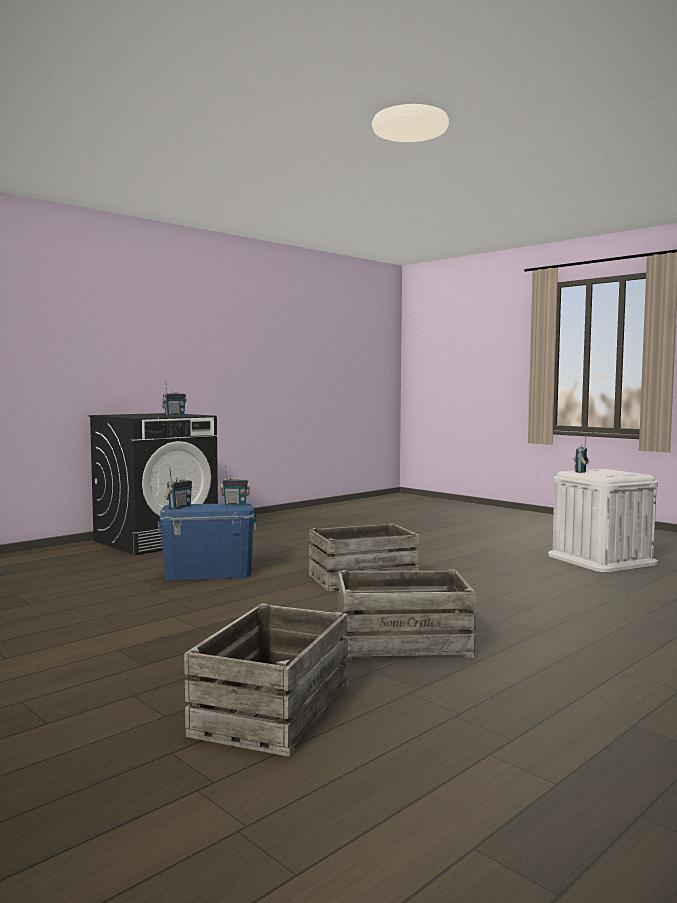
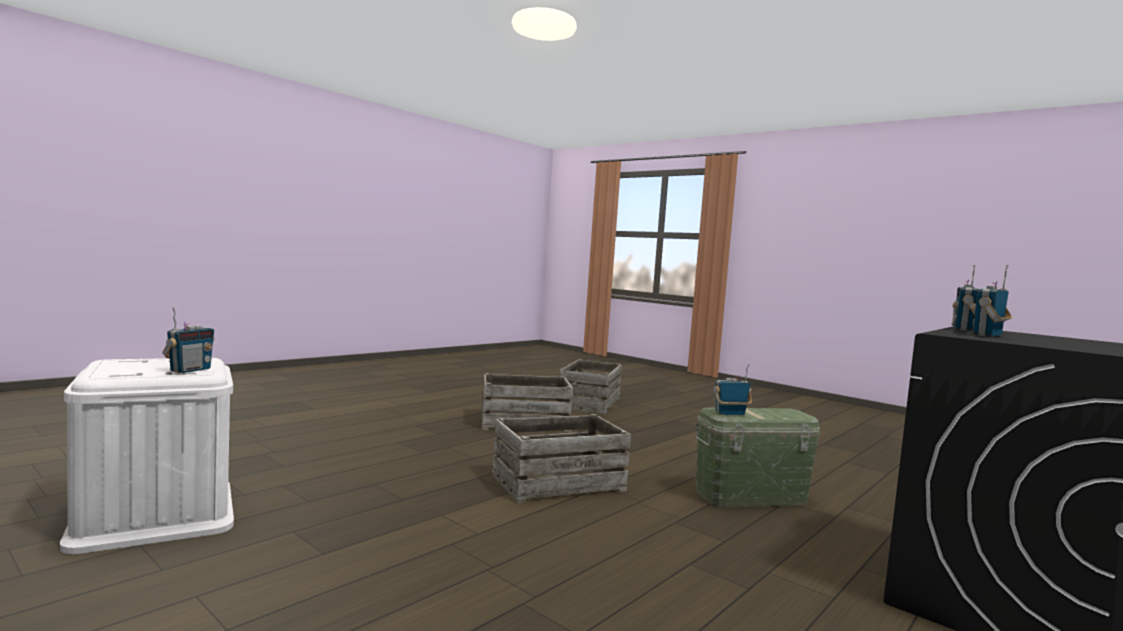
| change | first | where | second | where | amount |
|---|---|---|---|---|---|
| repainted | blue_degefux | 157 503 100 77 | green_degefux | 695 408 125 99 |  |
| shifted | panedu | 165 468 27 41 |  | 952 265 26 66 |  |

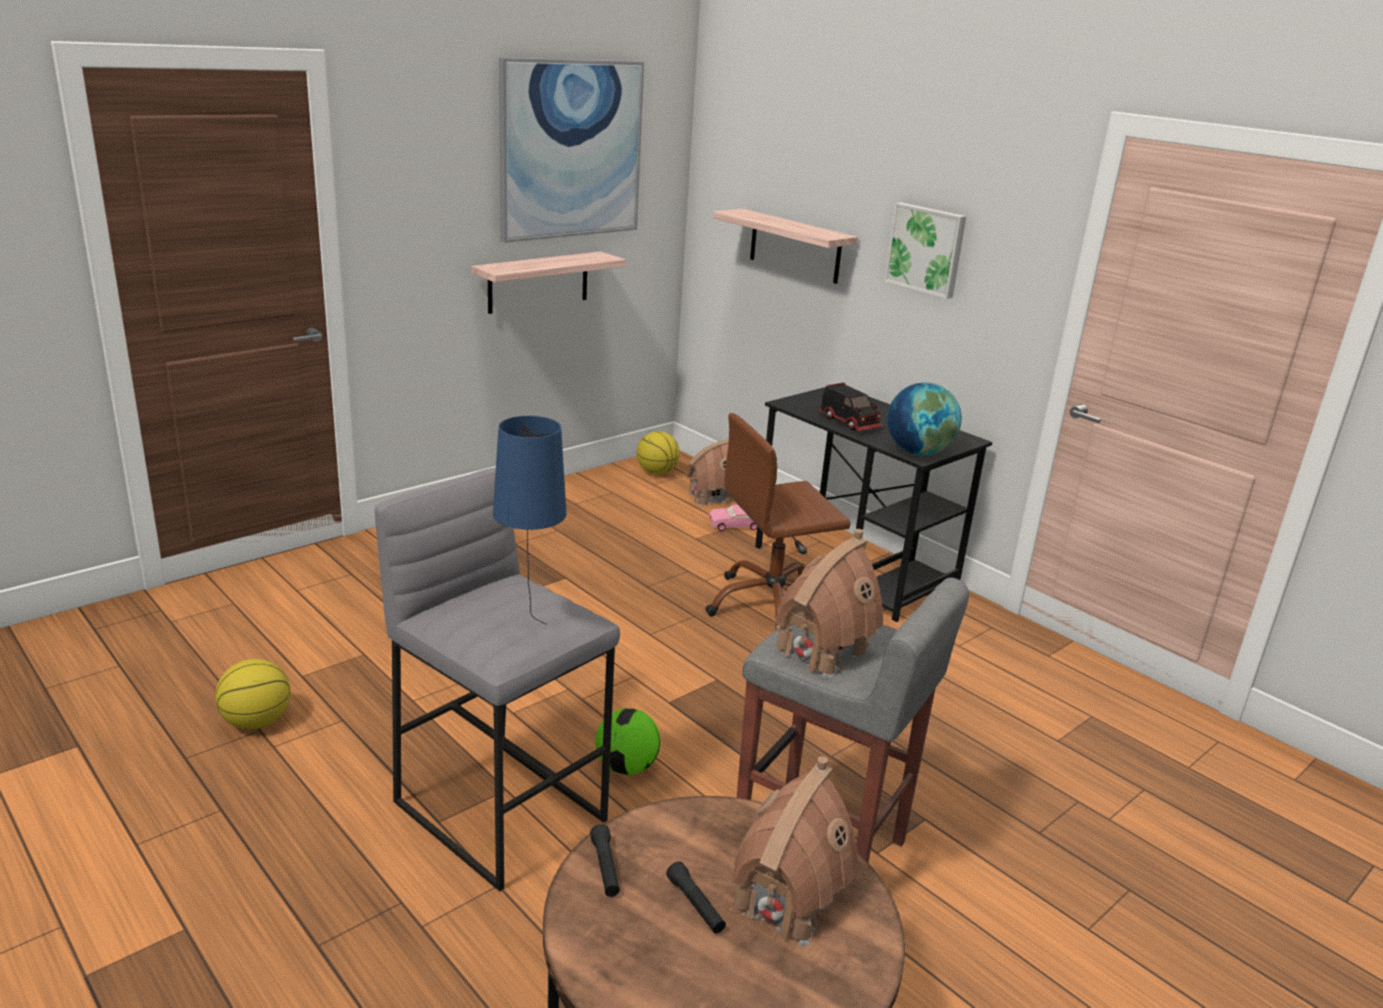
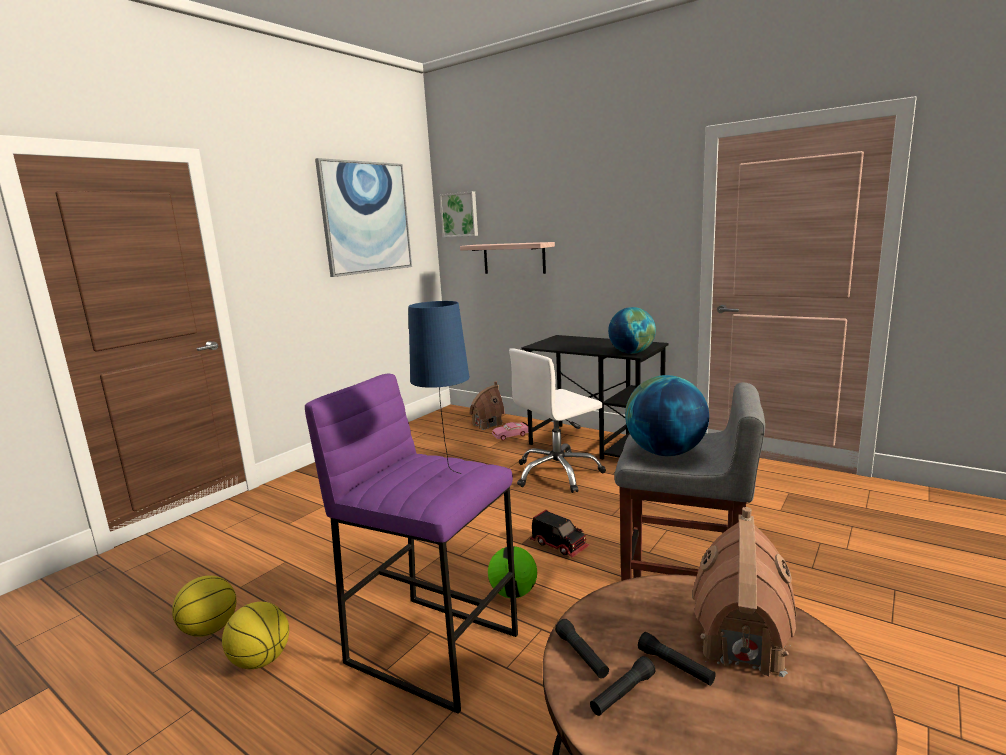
| change | first | where | second | where | amount |
|---|---|---|---|---|---|
| repainted | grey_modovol | 375 467 245 424 | purple_modovol | 305 374 213 340 |  |
| gone | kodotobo | 471 251 155 63 |  |  |  |
| shifted | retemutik | 637 431 43 44 |  | 222 602 67 67 |  |
| repainted | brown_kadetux | 705 413 146 218 | white_kadetux | 509 348 97 145 |  |
| swapped | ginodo | 772 529 111 149 | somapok | 625 375 84 81 |  |
| shifted | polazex | 818 382 65 49 |  | 530 510 59 48 |  |
| shifted | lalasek | 884 202 82 97 |  | 440 191 38 46 |  |
| new |  |  | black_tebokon | 590 656 65 60 |  |

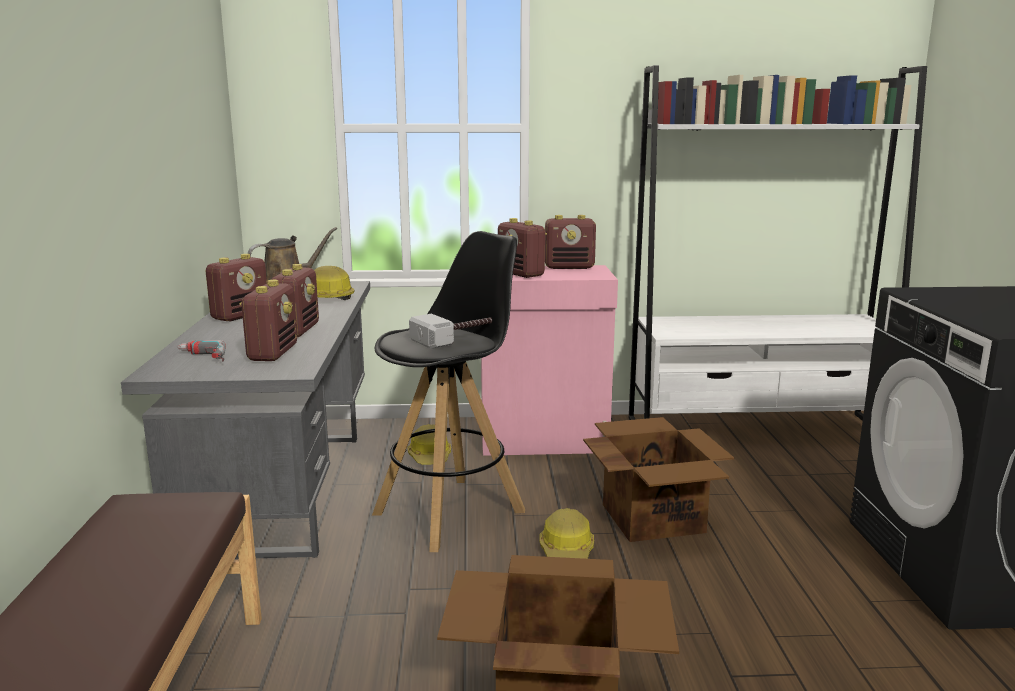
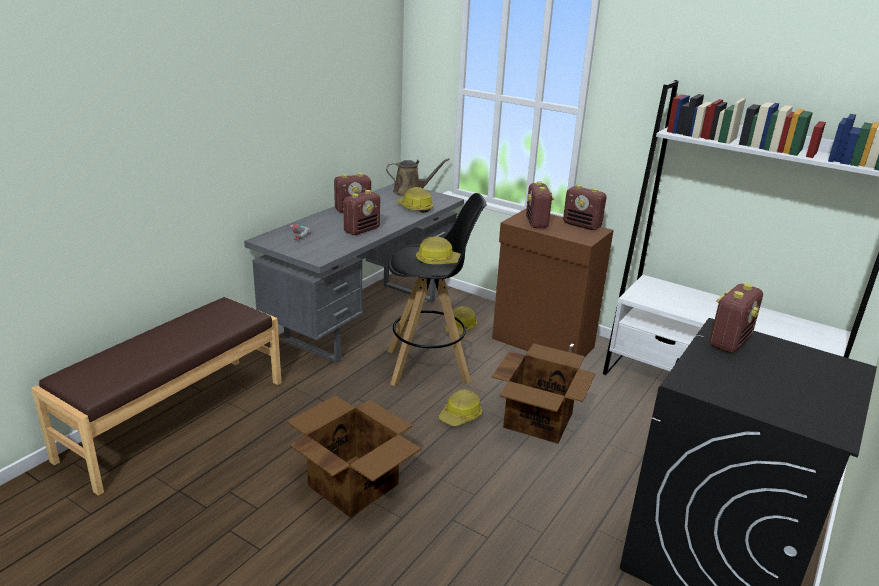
| change | first | where | second | where | amount |
|---|---|---|---|---|---|
| shifted | panedu | 239 280 58 81 |  | 710 283 53 70 |  |
| swapped | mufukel | 409 314 83 35 | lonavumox | 416 237 45 27 |  |
| repainted | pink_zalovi | 481 265 137 191 | brown_zalovi | 492 208 122 150 |  |

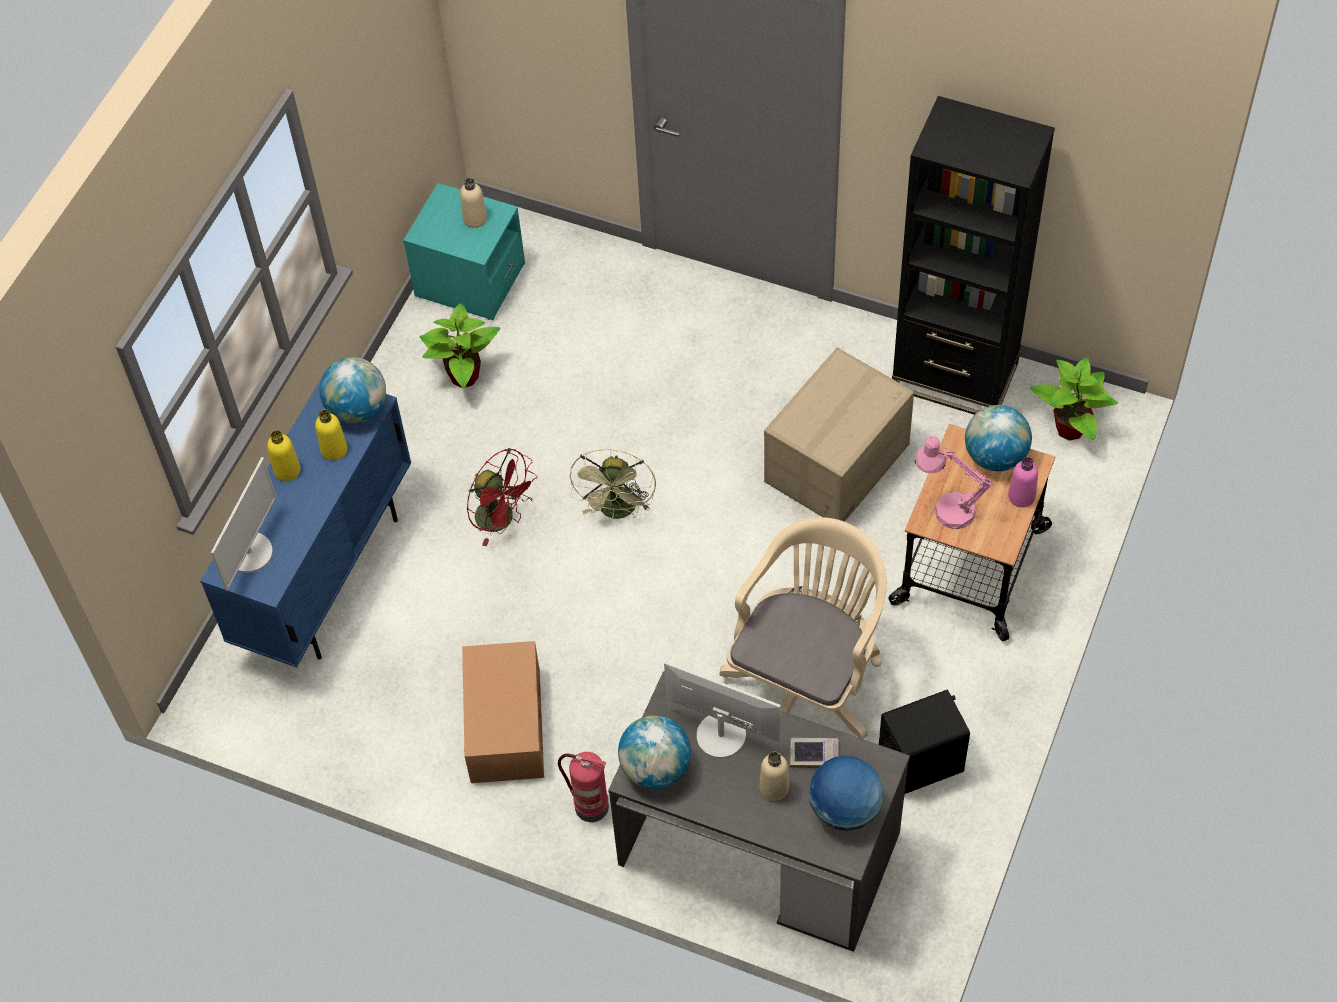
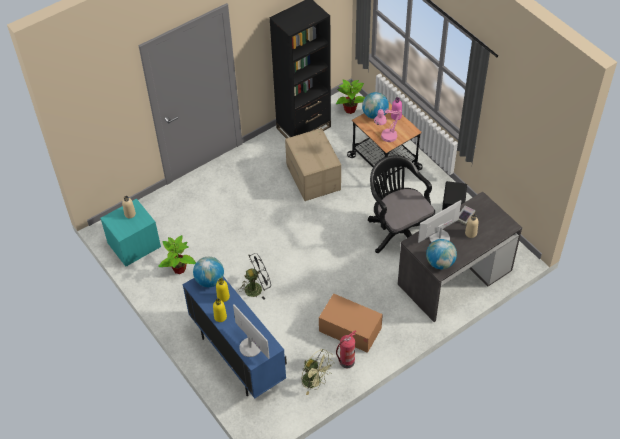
| change | first | where | second | where | amount |
|---|---|---|---|---|---|
| repainted | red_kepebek | 467 448 71 98 | black_kepebek | 239 253 32 46 |  |
| shifted | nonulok | 558 752 51 70 |  | 336 330 20 38 |  |
| shifted | green_kepebek | 570 449 86 71 |  | 301 349 33 46 |  |
| repainted | beige_kadetux | 719 517 168 222 | black_kadetux | 368 155 67 98 |  |
| gone | somapok | 809 755 75 76 |  |  |  |

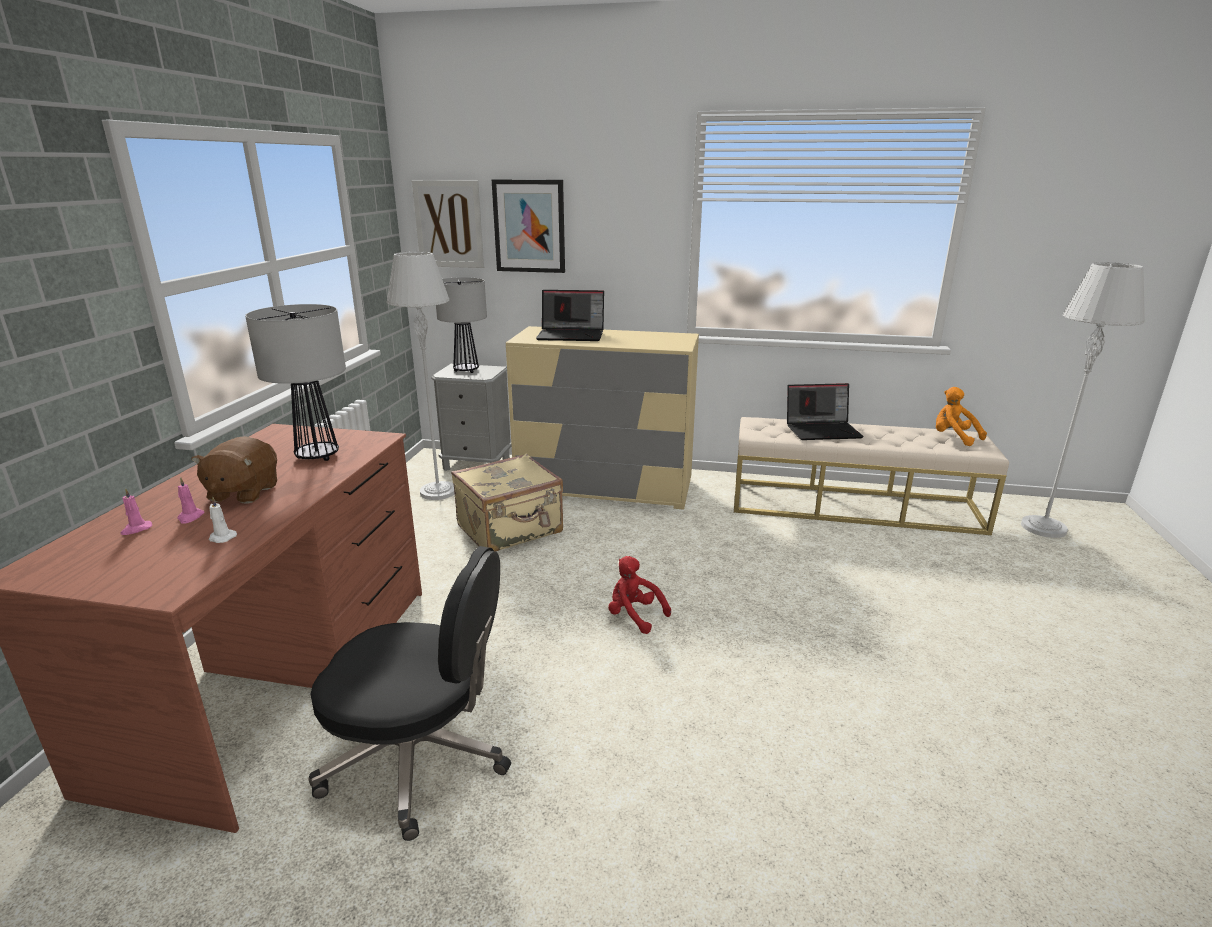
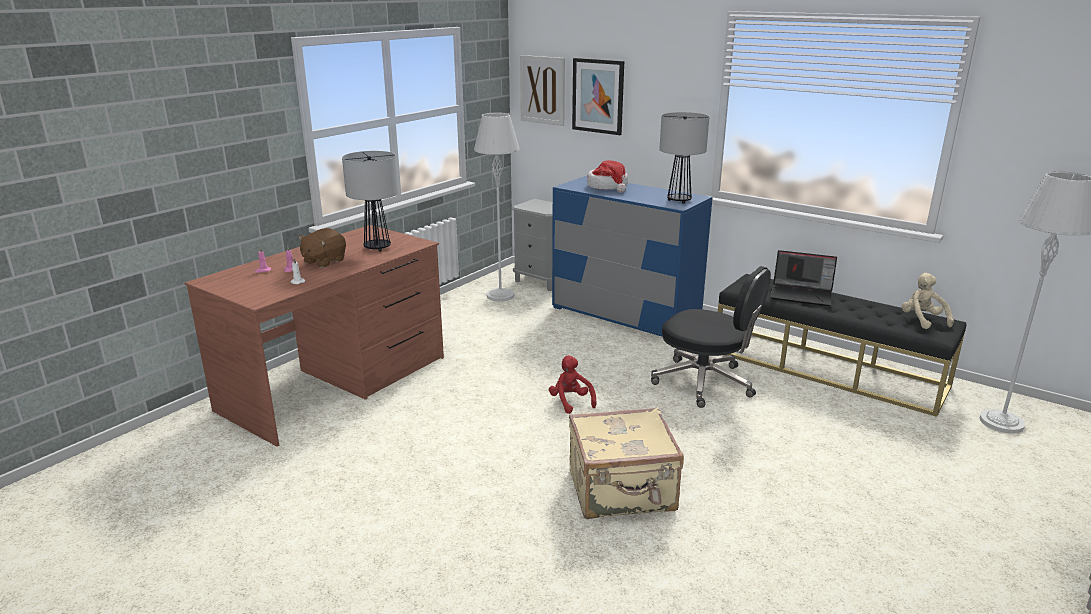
| change | first | where | second | where | amount |
|---|---|---|---|---|---|
| shifted | black_kadetux | 309 546 202 295 |  | 651 266 120 142 |  |
| shifted | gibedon | 436 277 51 96 |  | 659 112 50 92 |  |
| shifted | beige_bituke | 451 453 112 99 |  | 569 407 115 112 |  |
| repainted | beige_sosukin | 506 326 193 184 | blue_sosukin | 552 176 161 161 |  |
| swapped | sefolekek | 536 290 68 51 | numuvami | 587 160 41 33 |  |
| repainted | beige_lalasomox | 734 417 275 118 | black_lalasomox | 718 274 249 143 |  |
| repainted | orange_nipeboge | 936 387 51 59 | beige_nipeboge | 902 273 52 56 |  |

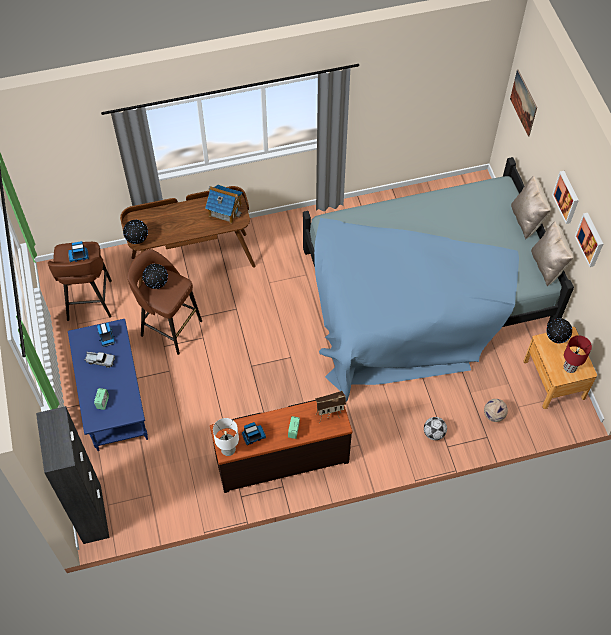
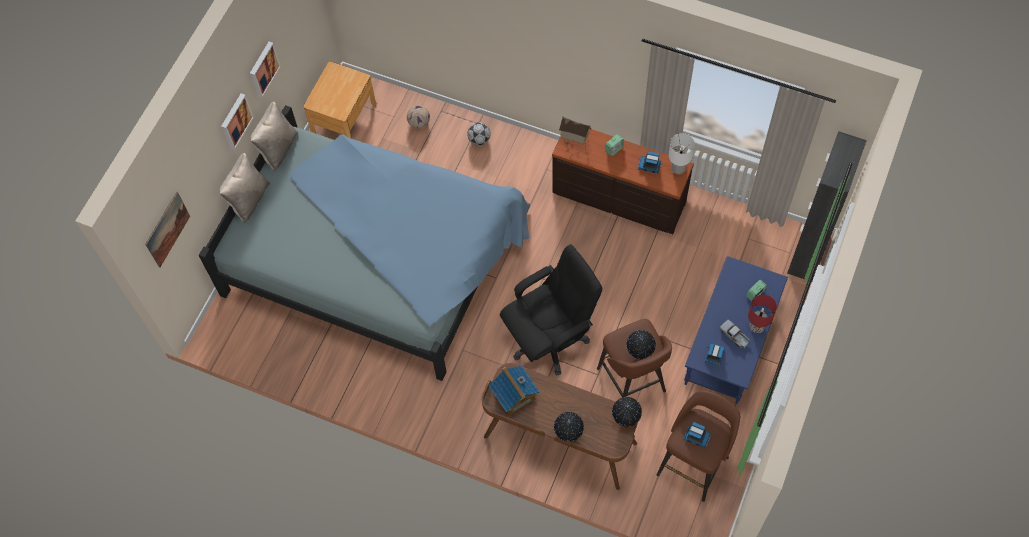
| change | first | where | second | where | amount |
|---|---|---|---|---|---|
| shifted | somapok | 546 318 26 25 |  | 554 412 30 30 |  |
| shifted | red_gibedon | 563 335 29 38 |  | 748 295 29 38 |  |
| new |  |  | black_kadetux | 500 244 102 131 |  |

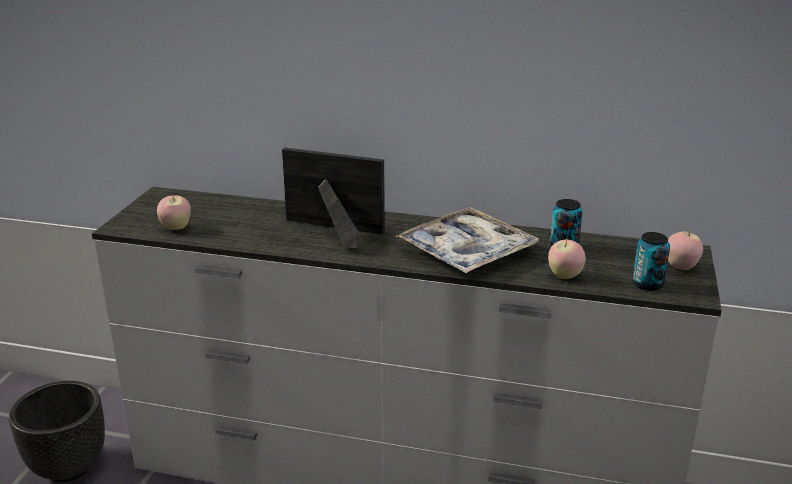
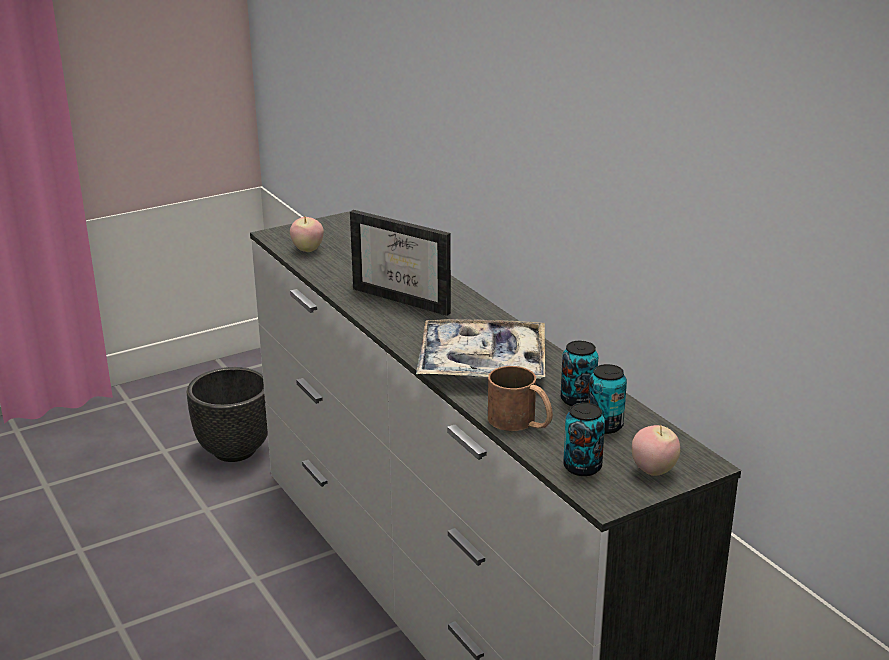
| change | first | where | second | where | amount |
|---|---|---|---|---|---|
| rotated | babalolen | 282 148 103 101 |  | 350 210 101 106 | 150 degrees clockwise |
| swapped | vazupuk | 548 239 38 40 | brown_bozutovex | 488 366 65 65 |  |
| new |  |  | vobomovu | 588 364 39 70 |  |

